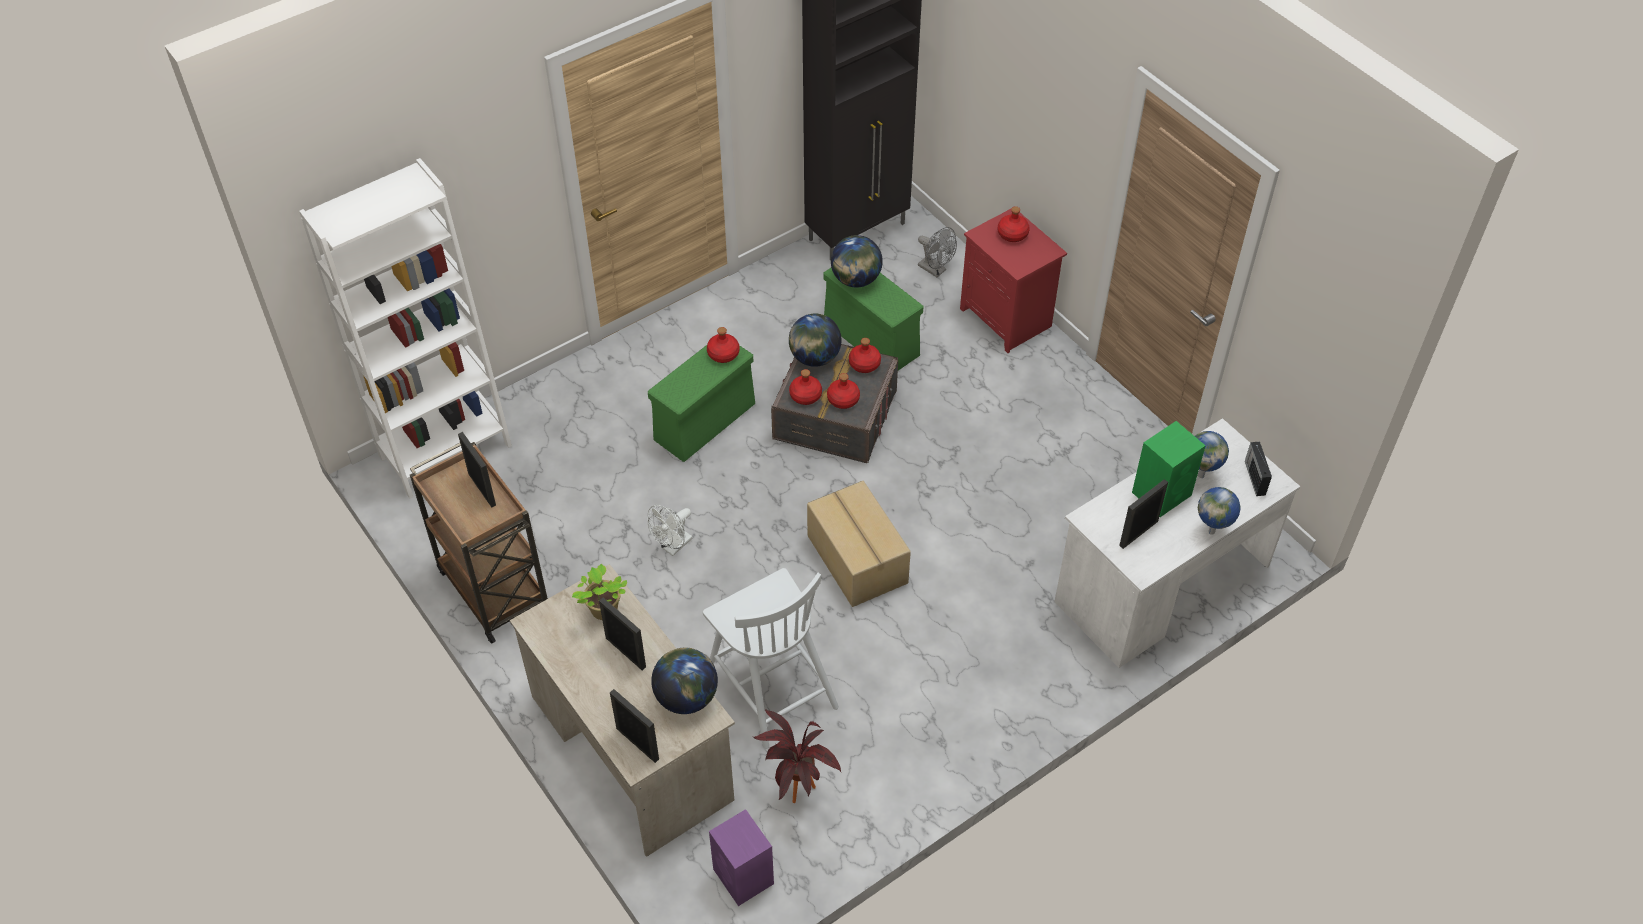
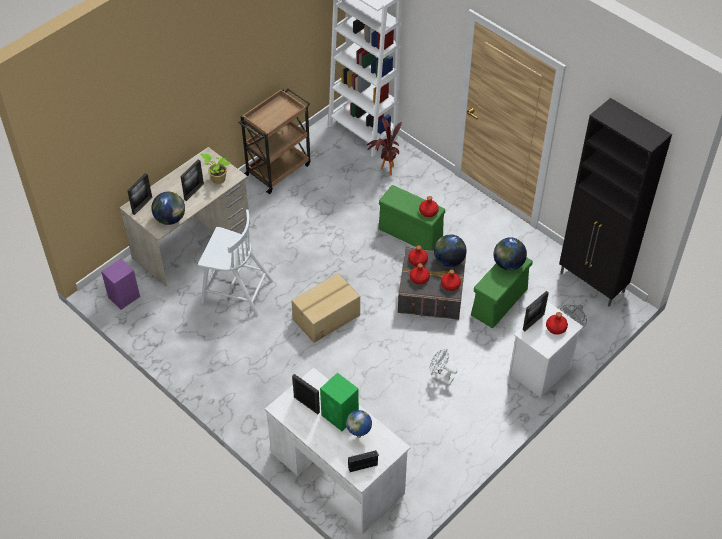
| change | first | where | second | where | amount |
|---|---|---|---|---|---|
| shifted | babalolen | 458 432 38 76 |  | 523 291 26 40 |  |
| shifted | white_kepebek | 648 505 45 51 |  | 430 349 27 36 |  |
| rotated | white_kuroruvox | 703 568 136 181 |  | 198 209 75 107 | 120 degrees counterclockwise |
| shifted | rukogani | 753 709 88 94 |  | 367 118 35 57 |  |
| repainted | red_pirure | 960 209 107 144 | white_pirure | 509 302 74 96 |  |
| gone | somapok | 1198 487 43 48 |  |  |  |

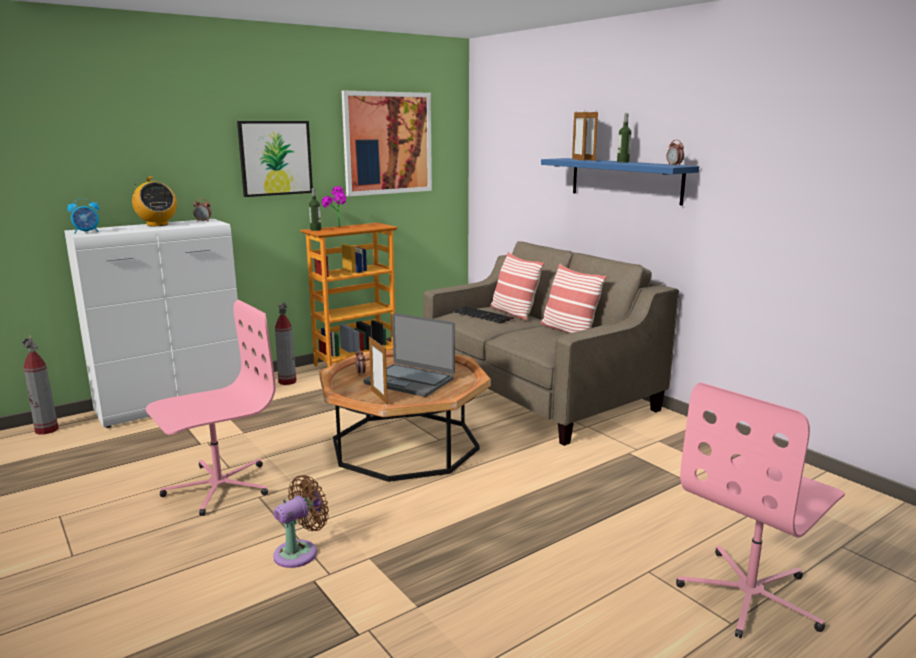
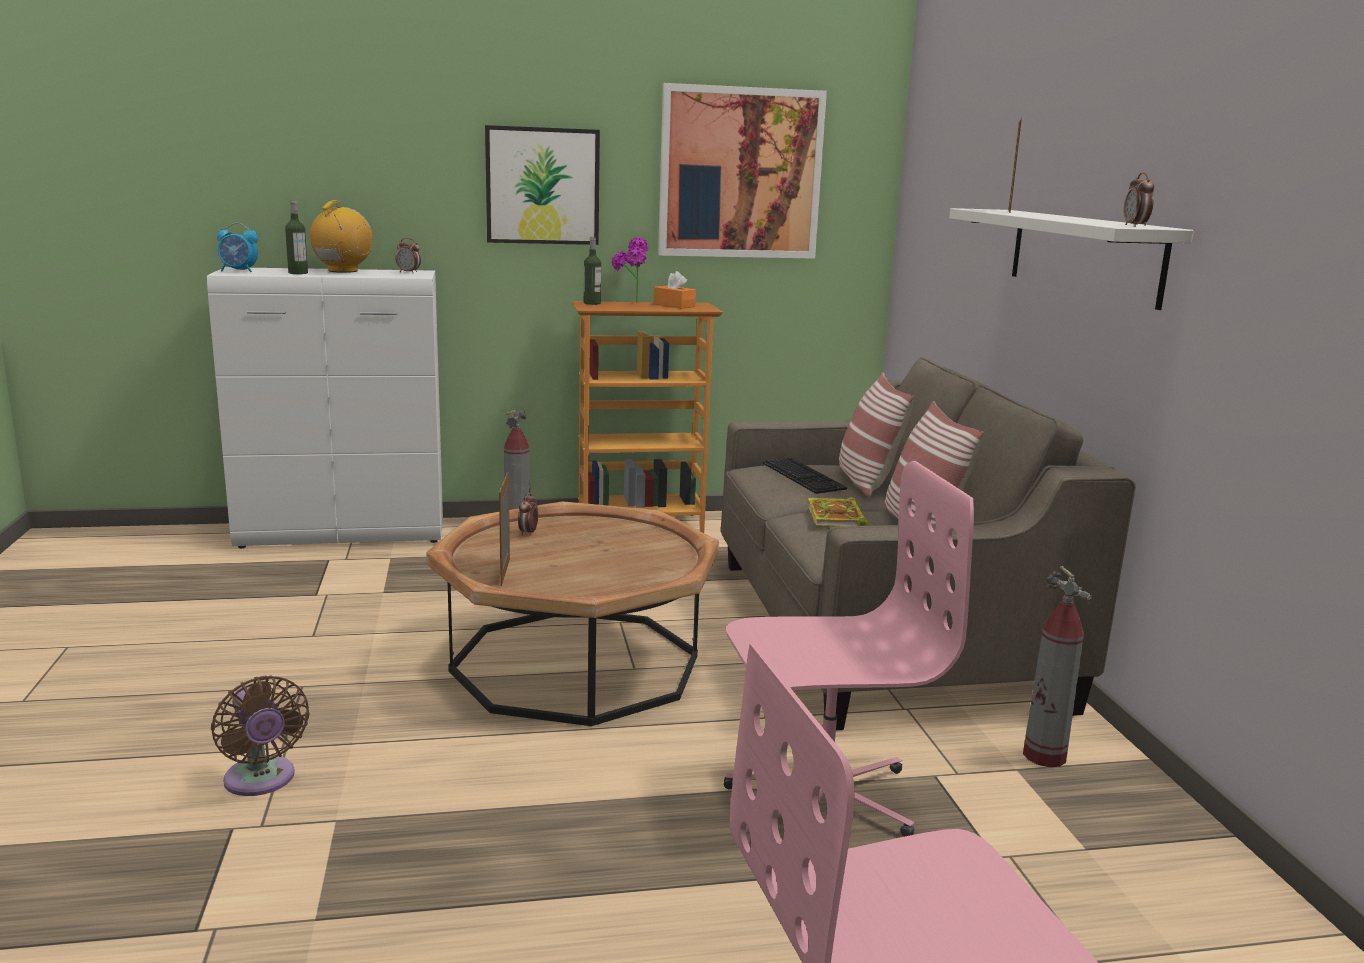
| change | first | where | second | where | amount |
|---|---|---|---|---|---|
| shifted | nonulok | 22 335 37 100 |  | 1023 566 69 201 |  |
| rotated | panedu | 132 177 45 49 |  | 310 200 62 73 | 150 degrees counterclockwise |
| shifted | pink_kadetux | 146 300 130 216 |  | 724 461 250 376 |  |
| rotated | brown_kepebek | 273 475 56 93 |  | 211 675 99 121 | 75 degrees clockwise |
| gone | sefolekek | 364 313 91 84 |  |  |  |
| repainted | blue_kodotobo | 541 158 158 48 | white_kodotobo | 949 208 245 102 |  |
| gone | babalolen | 584 110 14 51 |  |  |  |
| shifted | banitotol | 617 113 15 50 |  | 285 200 23 74 |  |
| new |  |  | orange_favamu | 653 271 43 37 |  |
| new |  |  | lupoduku | 808 497 60 30 |  |

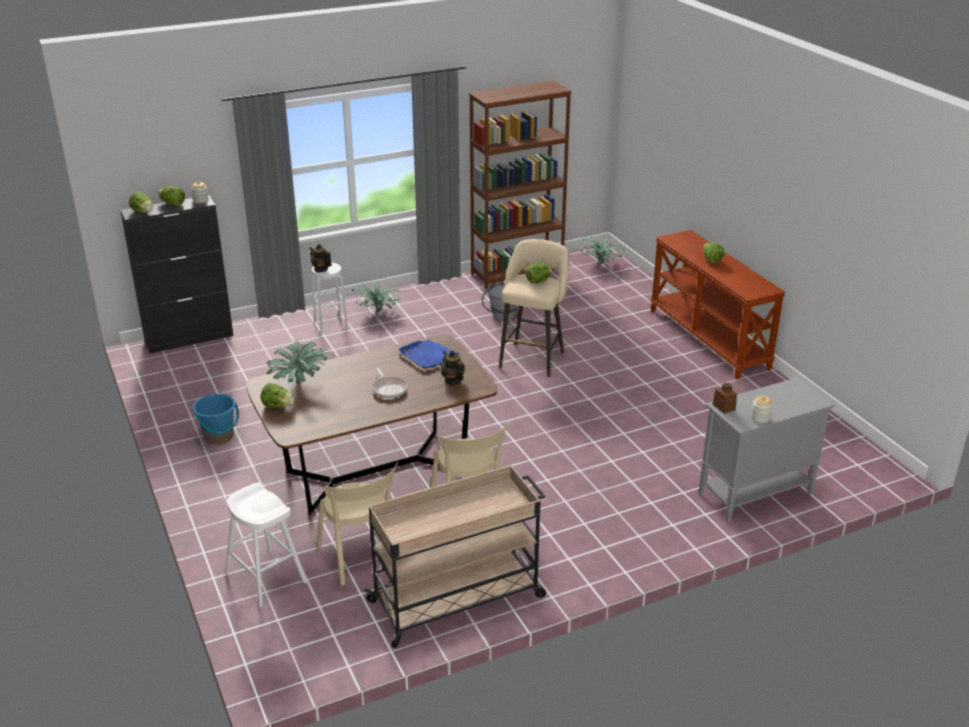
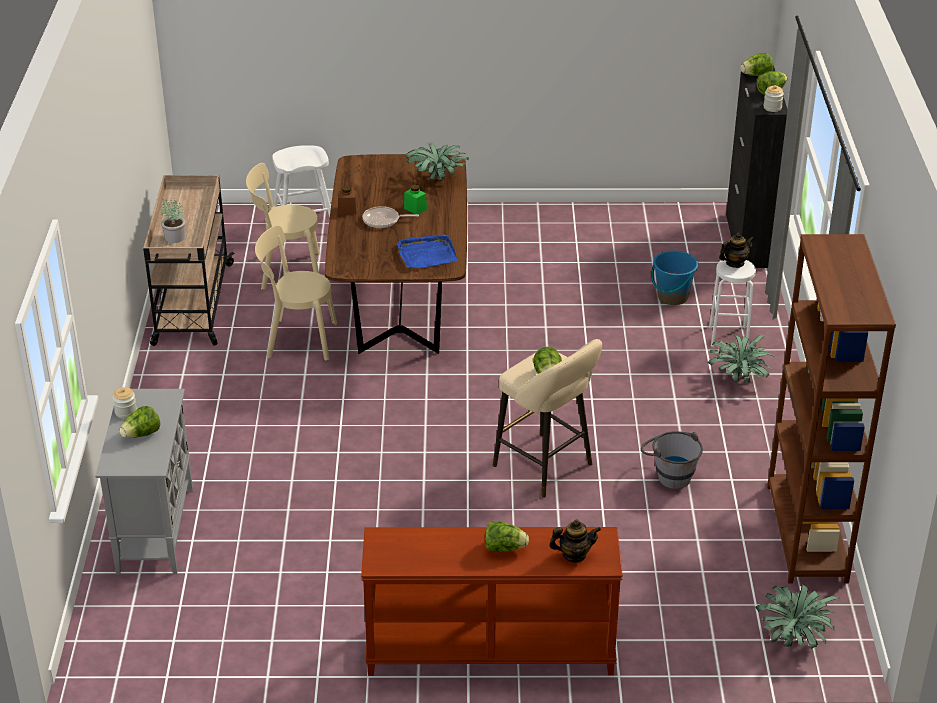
| change | first | where | second | where | amount |
|---|---|---|---|---|---|
| shifted | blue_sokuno | 193 394 46 50 |  | 651 250 47 55 |  |
| shifted | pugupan | 261 383 33 25 |  | 120 406 40 32 |  |
| shifted | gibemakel | 441 350 24 35 |  | 549 520 52 43 |  |
| shifted | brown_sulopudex | 712 383 25 31 |  | 338 186 19 29 |  |
| new |  |  | rukogani | 160 199 25 44 |  |
| new |  |  | green_sulopudex | 404 184 23 30 |  |

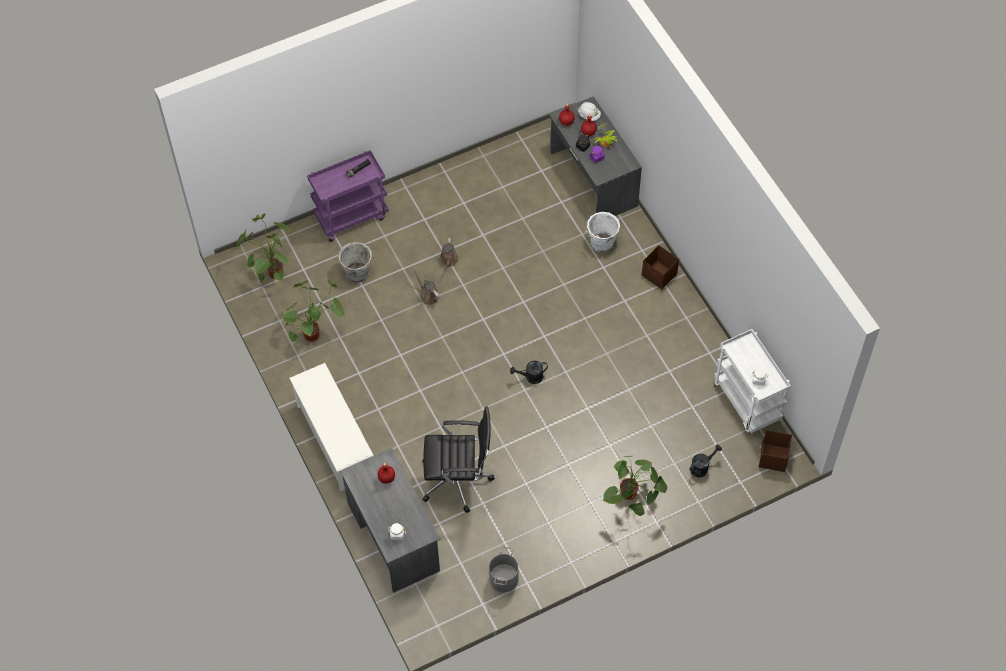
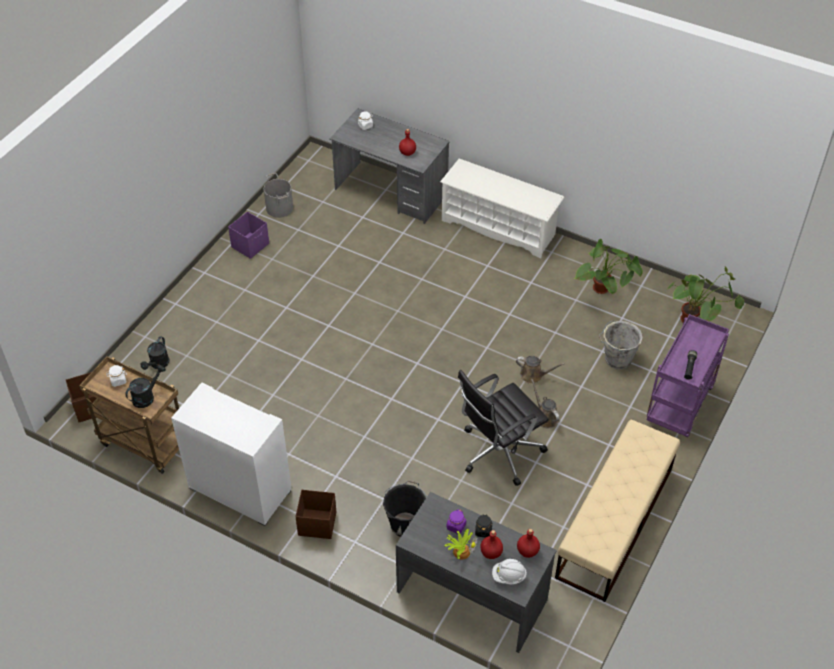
| change | first | where | second | where | amount |
|---|---|---|---|---|---|
| shifted | black_kadetux | 422 407 73 106 |  | 458 370 91 116 |  |
| shifted | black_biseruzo | 510 360 38 24 |  | 125 365 41 43 |  |
| repainted | white_sokuno | 585 212 35 40 | black_sokuno | 383 480 44 57 |  |
| gone | rukogani | 602 456 65 60 |  |  |  |
| repainted | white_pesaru | 714 329 77 104 | brown_pesaru | 79 356 100 118 |  |
| new |  |  | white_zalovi | 171 383 121 143 |  |
| new |  |  | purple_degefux | 228 212 41 47 |  |
| new |  |  | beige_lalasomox | 555 420 125 182 |  |

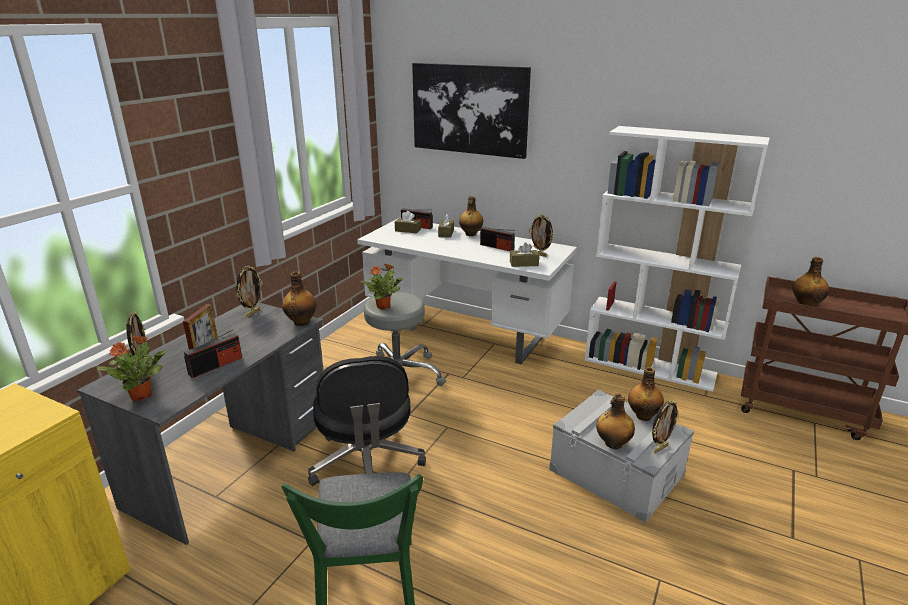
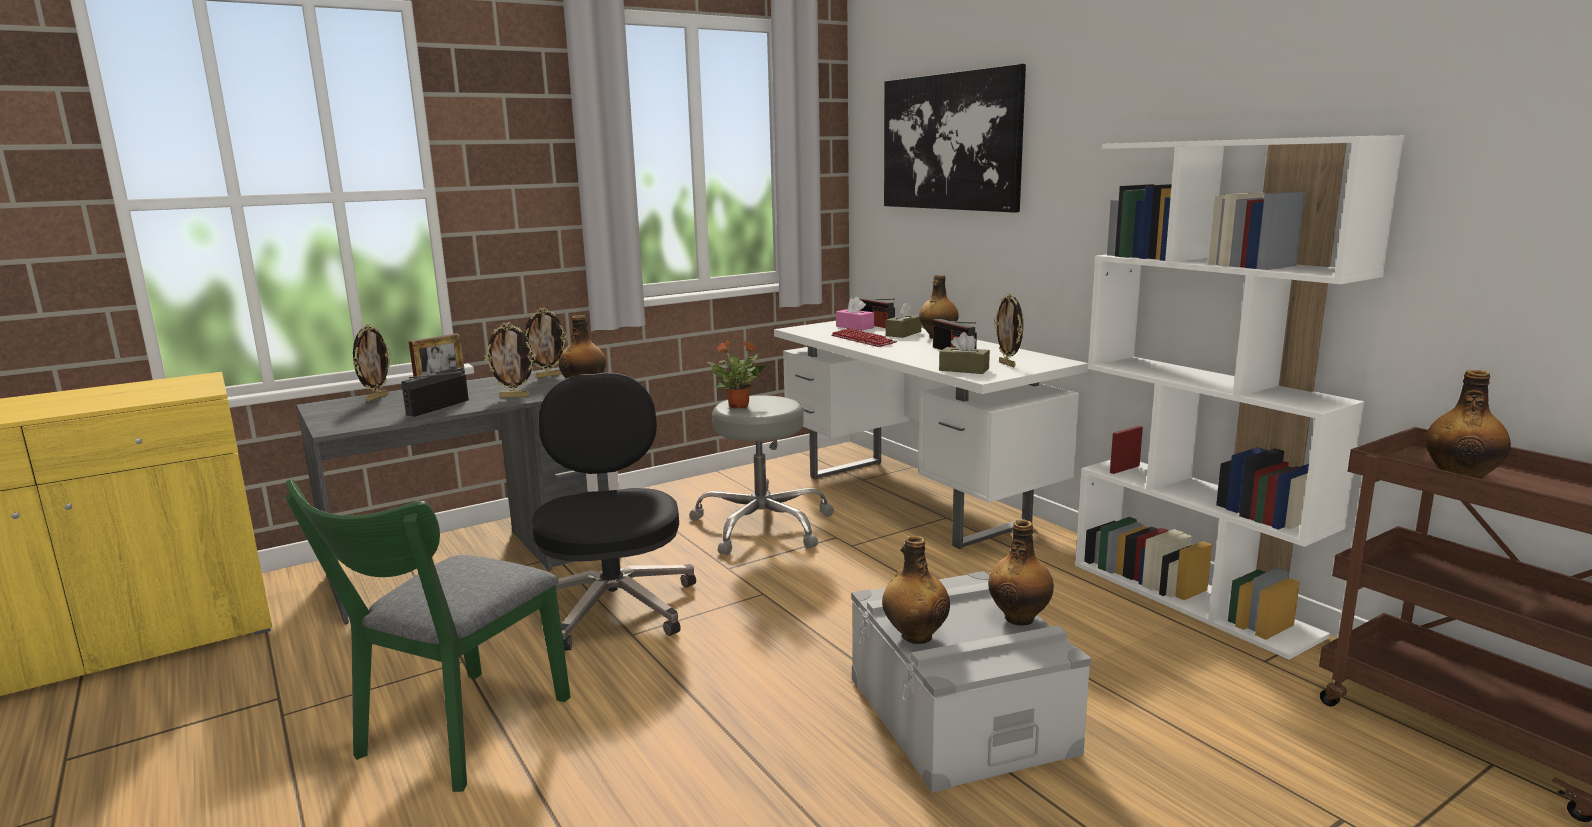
| change | first | where | second | where | amount |
|---|---|---|---|---|---|
| gone | rukogani | 97 335 70 66 |  |  |  |
| rotated | panedu | 184 330 58 48 |  | 401 367 68 50 | 135 degrees clockwise |
| rotated | black_kadetux | 308 356 118 130 |  | 532 372 164 279 | 150 degrees clockwise |
| repainted | brown_favamu | 395 211 26 22 | pink_favamu | 836 297 38 34 |  |
| shifted | babalolen | 652 400 27 53 |  | 484 322 52 76 |  |
| new |  |  | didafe | 831 328 66 19 |  |

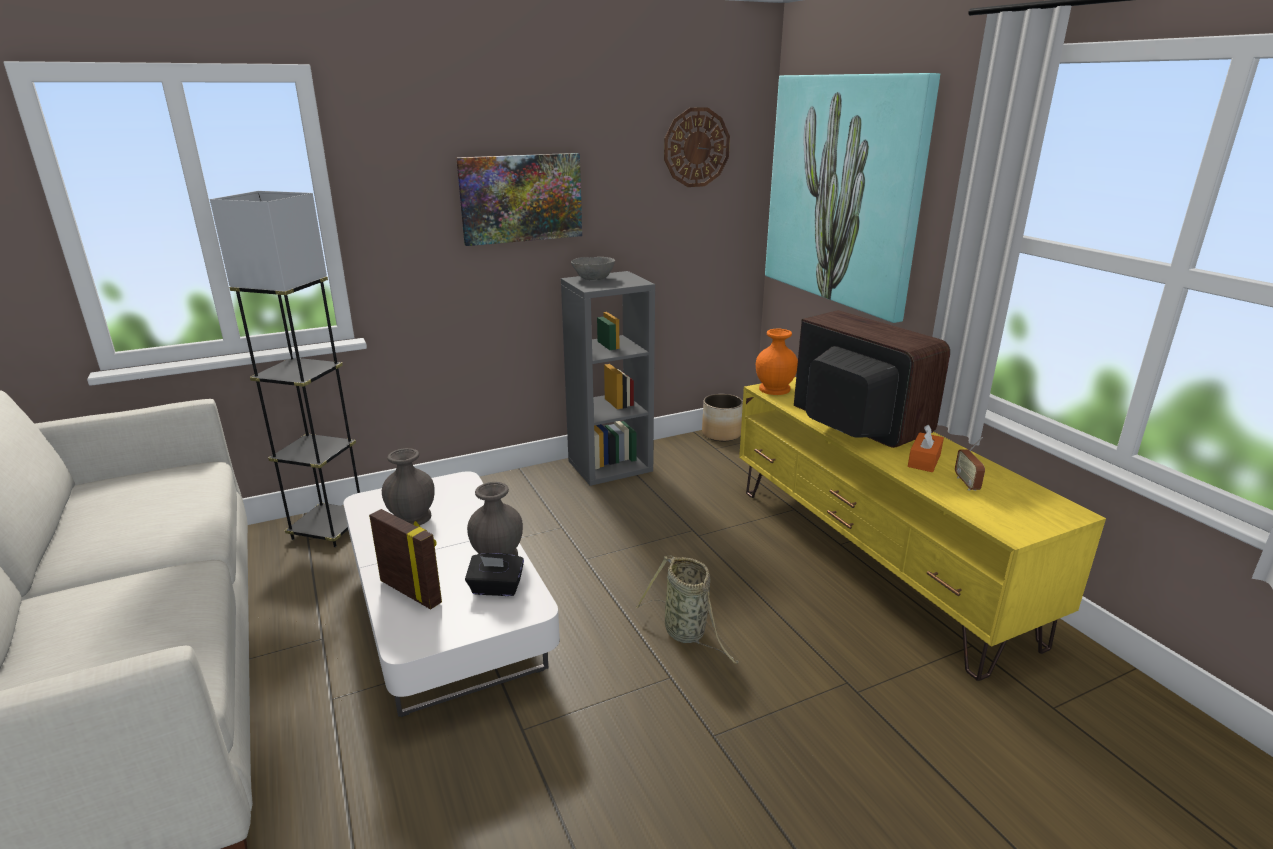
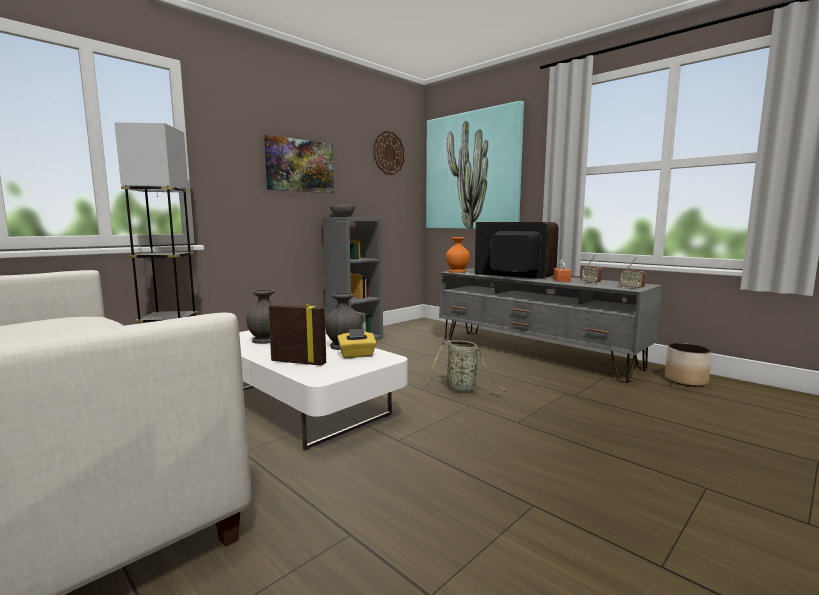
| change | first | where | second | where | amount |
|---|---|---|---|---|---|
| repainted | black_favamu | 465 553 59 43 | yellow_favamu | 337 329 39 29 |  |
| shifted | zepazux | 702 394 41 47 |  | 665 343 47 44 |  |
| repainted | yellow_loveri | 739 377 367 304 | grey_loveri | 439 269 223 114 |  |
| new |  |  | panedu | 619 258 27 31 |  |

